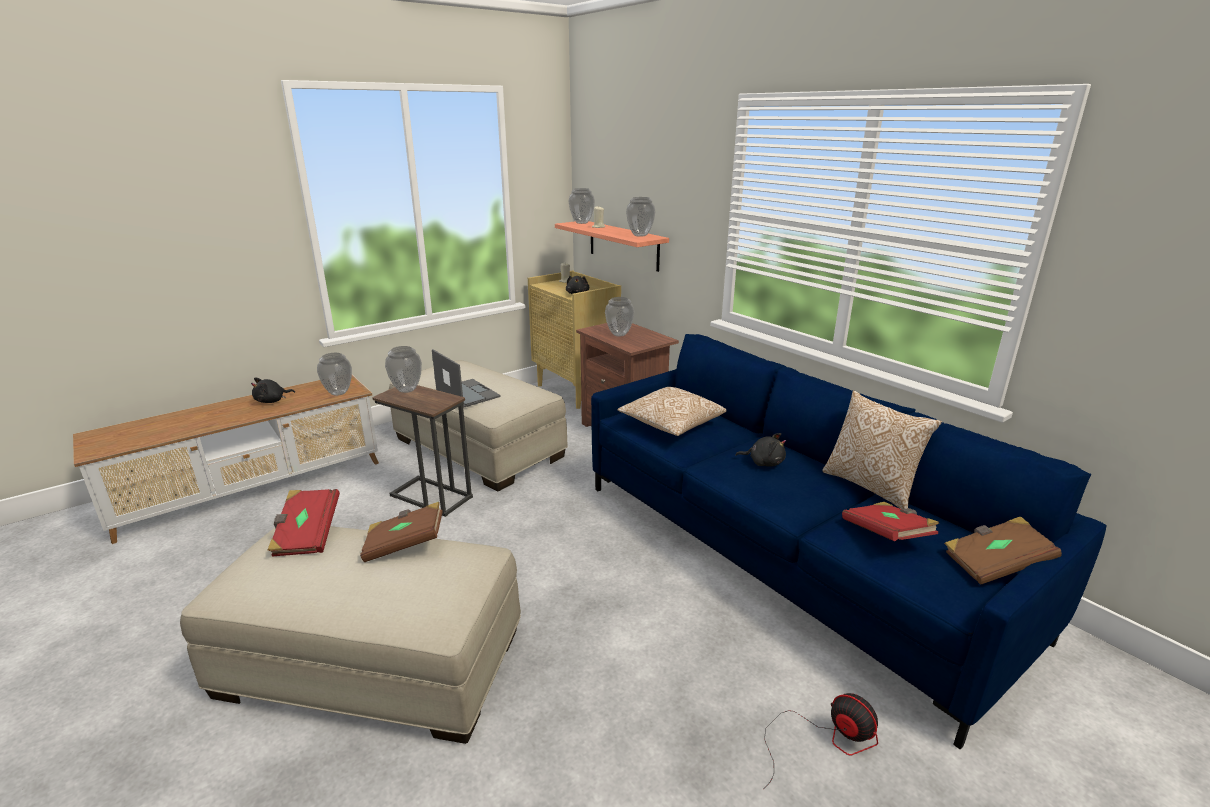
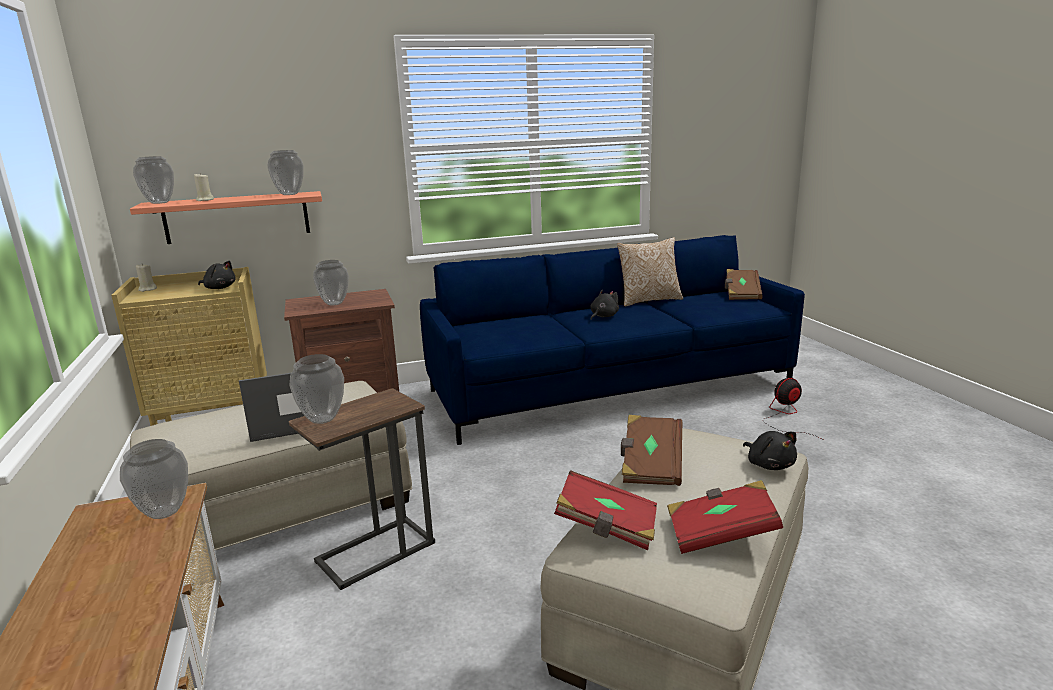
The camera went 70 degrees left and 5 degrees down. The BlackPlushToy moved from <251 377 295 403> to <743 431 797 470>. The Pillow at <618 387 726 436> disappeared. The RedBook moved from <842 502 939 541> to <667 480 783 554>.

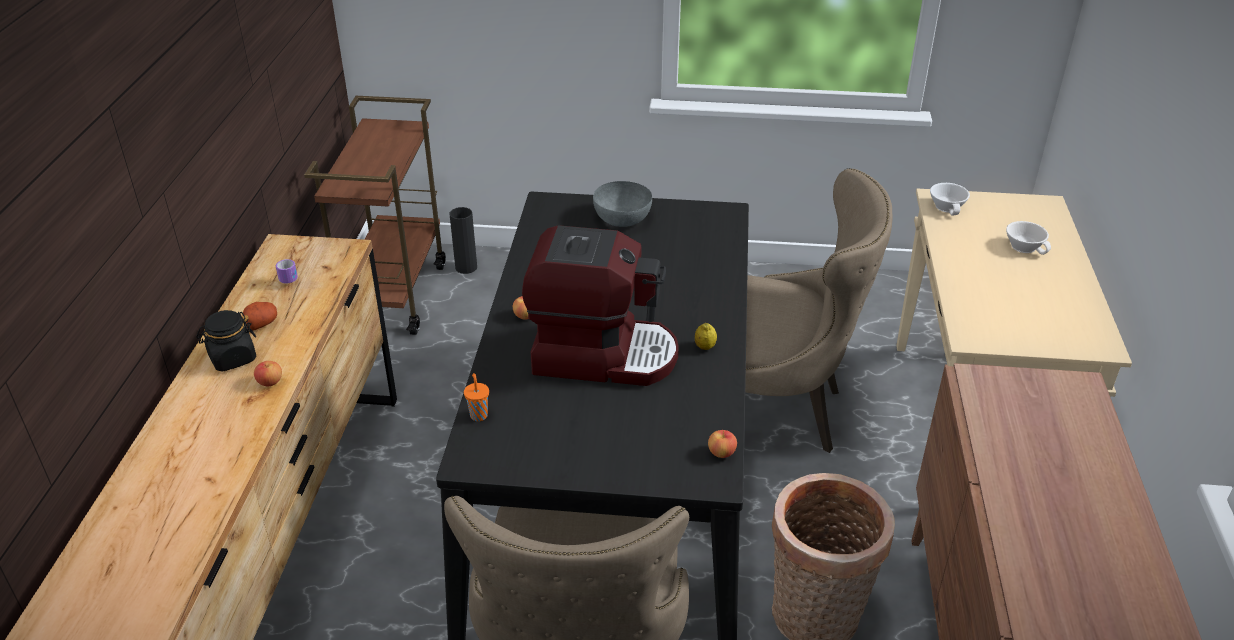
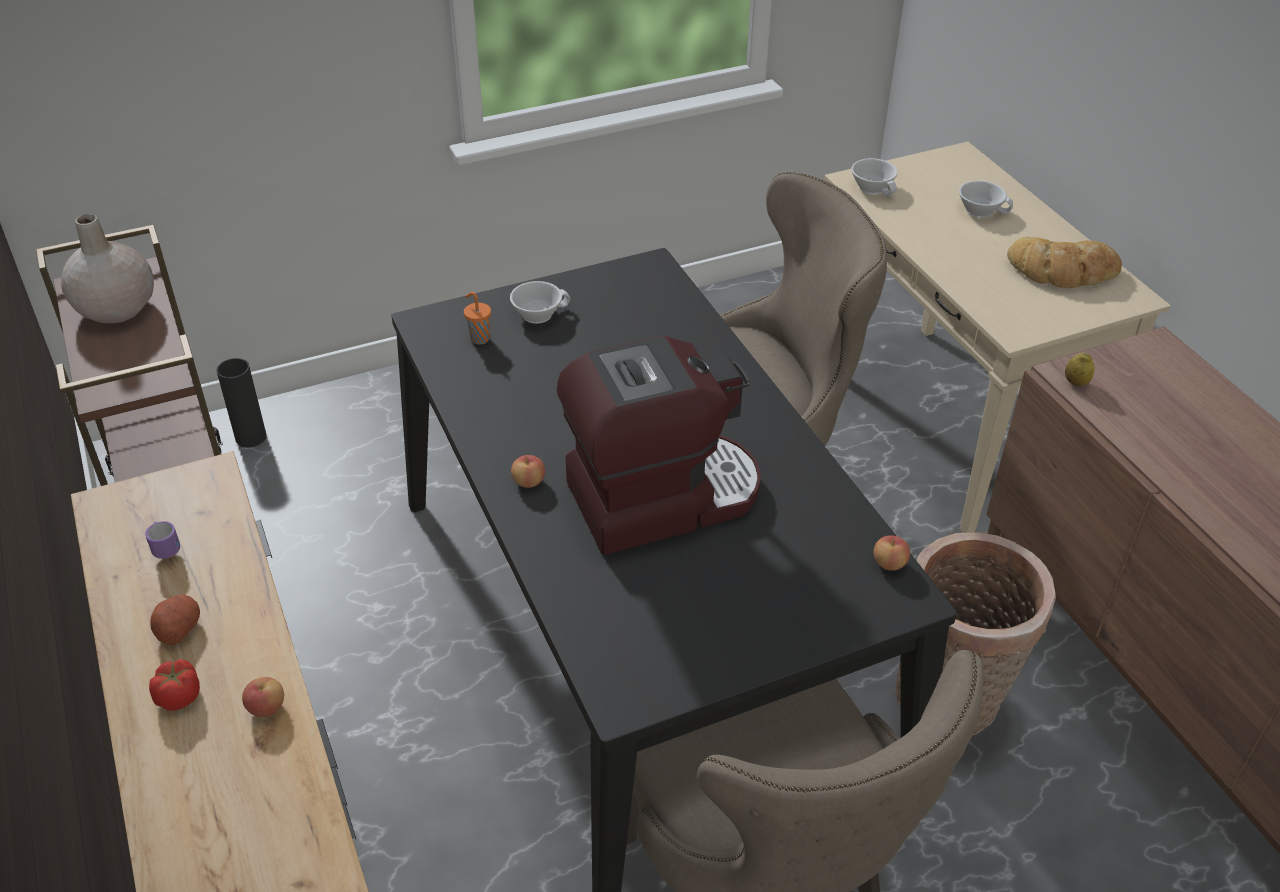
The camera went 30 degrees left and 5 degrees up. The BlackJar at <196 310 256 371> was replaced by the Tomato at <149 659 200 711>. The OrangeCup moved from <464 373 489 421> to <464 292 491 345>. The GreyBowl at <593 181 652 227> was replaced by the WhiteCup at <510 281 570 324>. The Lemon moved from <695 323 717 350> to <1065 353 1095 386>. The BeigeVase at <61 214 154 323> appeared. The Bread at <1007 237 1122 288> appeared.

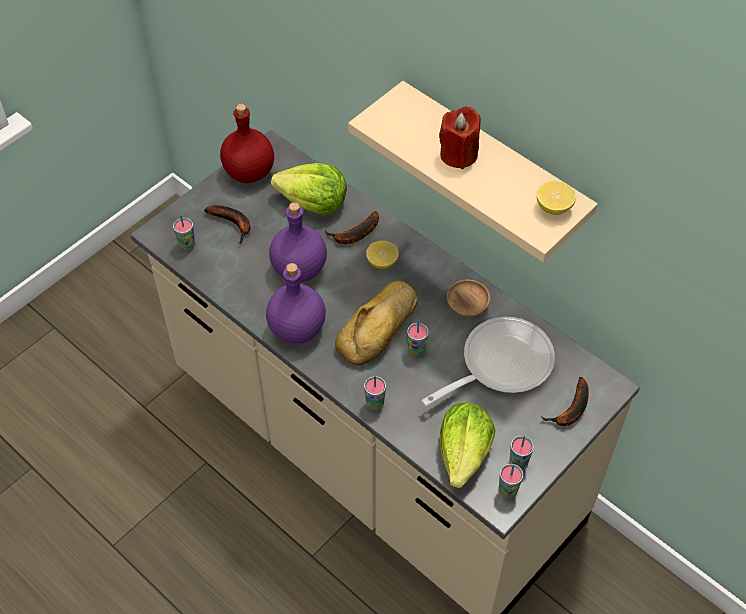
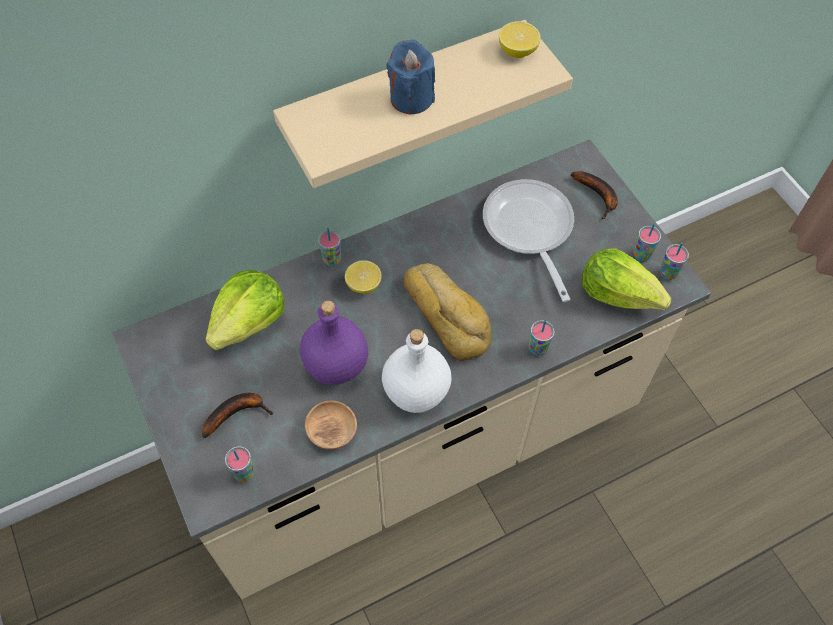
The camera went 70 degrees left and 5 degrees up. The RedBottle at <220 103 274 183> disappeared. The PurpleBottle at <266 263 326 344> became the WhiteBottle at <382 329 452 413>. The Banana at <325 211 379 244> disappeared. The Cup moved from <407 321 428 357> to <318 228 341 266>. The RedCandle at <439 106 480 169> became the BlueCandle at <387 40 435 115>. The BrownBowl moved from <447 279 490 317> to <305 400 357 450>.

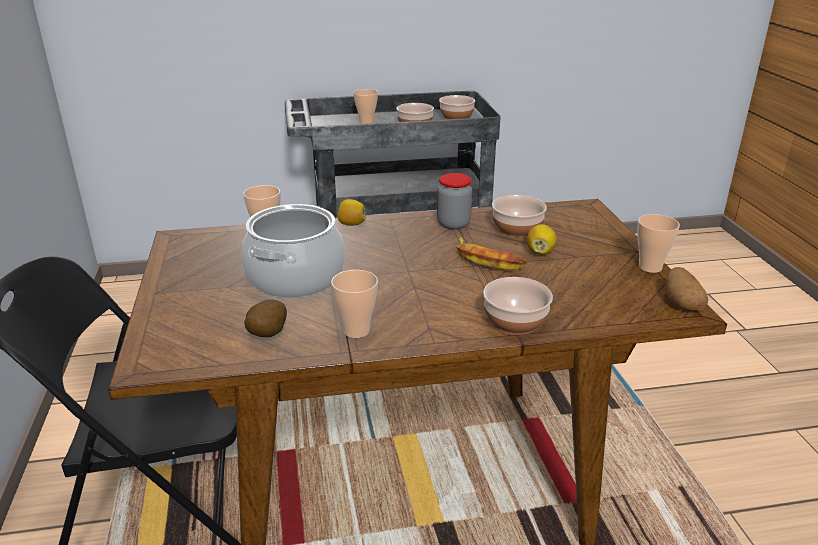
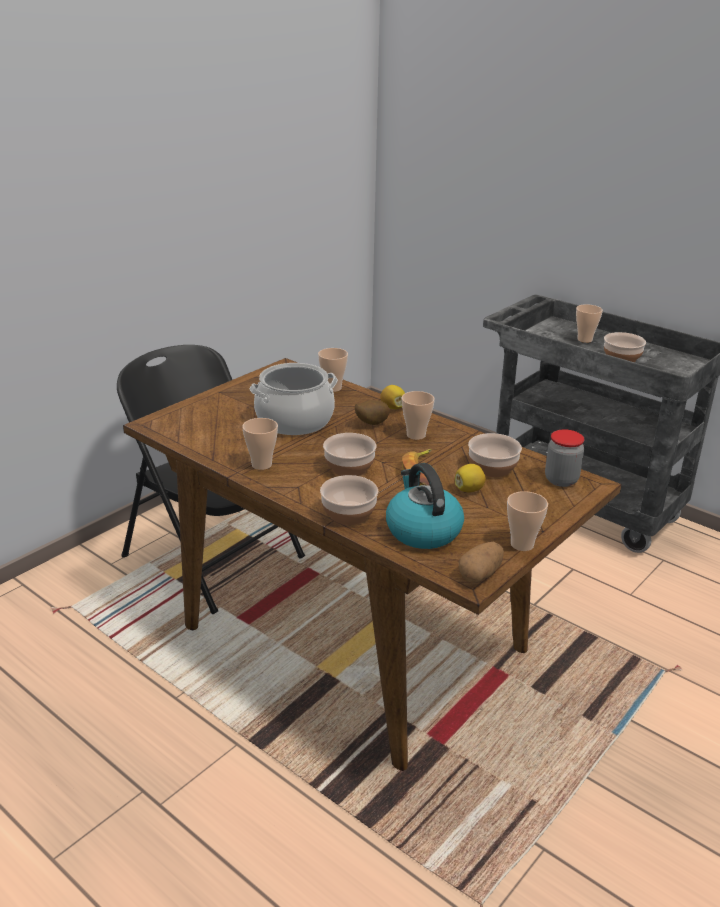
The camera went 50 degrees right and 0 degrees up. The Potato moved from <244 300 287 337> to <355 400 390 425>. The Jar moved from <437 173 472 229> to <545 429 585 487>. The Bowl moved from <439 95 475 119> to <323 433 377 476>. The Kettle at <386 463 464 549> appeared. The Cup at <402 391 435 440> appeared.

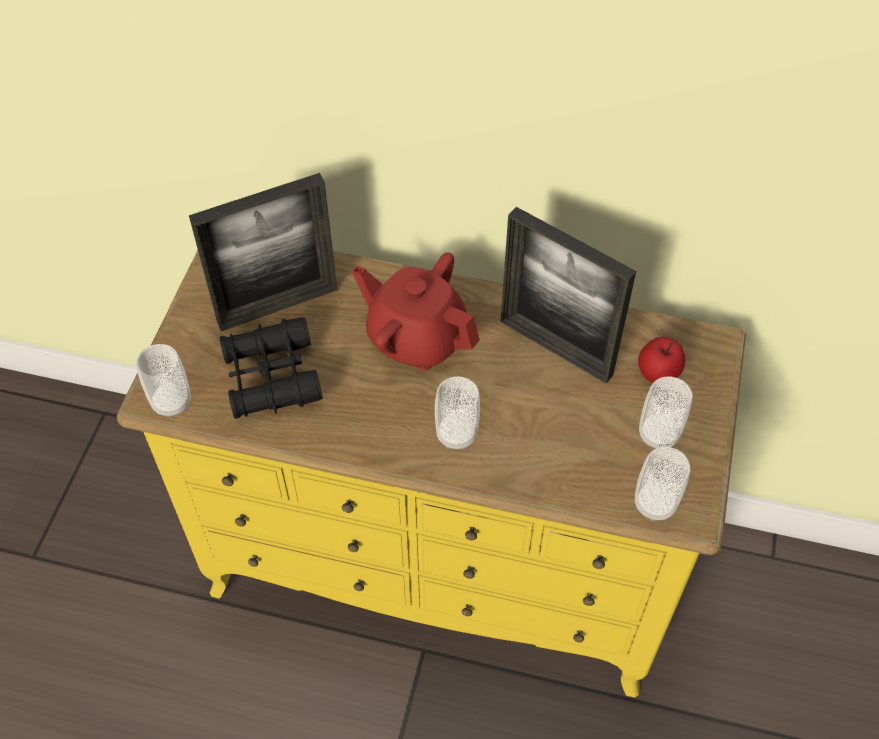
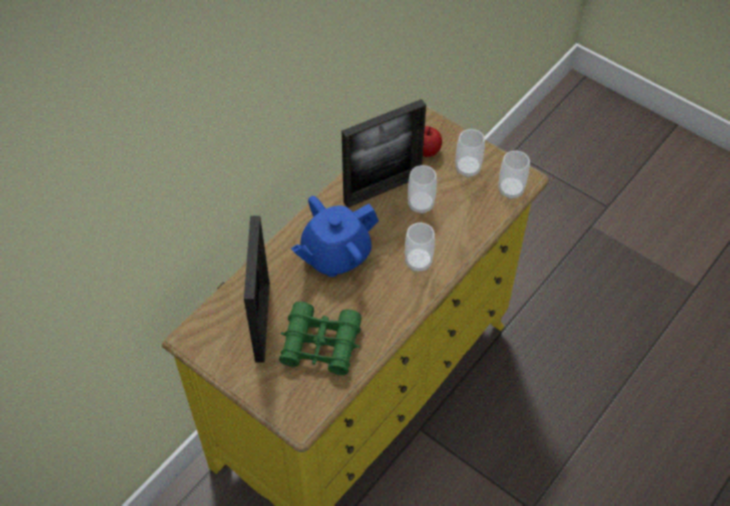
The camera went 65 degrees left and 0 degrees up. The Cup moved from <136 344 191 418> to <408 165 437 214>. The BlackBinoculars at <220 317 323 419> became the GreenBinoculars at <279 301 362 375>. The RedTeapot at <352 252 480 371> became the BlueTeapot at <291 196 379 277>.

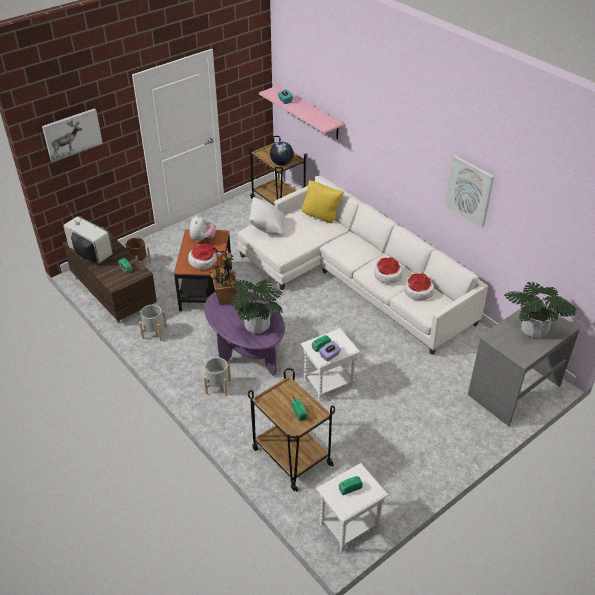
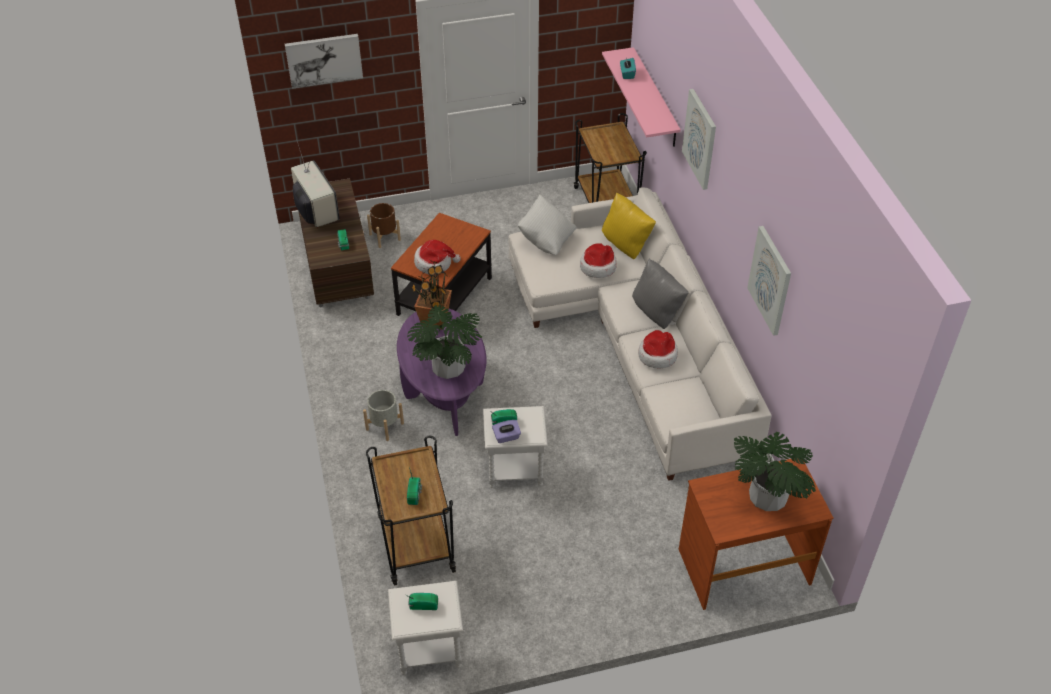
The camera went 25 degrees right and 5 degrees up. The GreyPlanter at <139 305 167 341> disappeared. The PlushToy at <190 214 216 242> disappeared. The Globe at <270 141 294 166> disappeared. The Hat moved from <405 273 434 300> to <580 243 617 278>. The GreyDesk at <468 305 580 426> became the BrownDesk at <679 459 834 610>. The GreyPillow at <632 259 689 329> appeared. The Picture at <682 89 716 190> appeared.

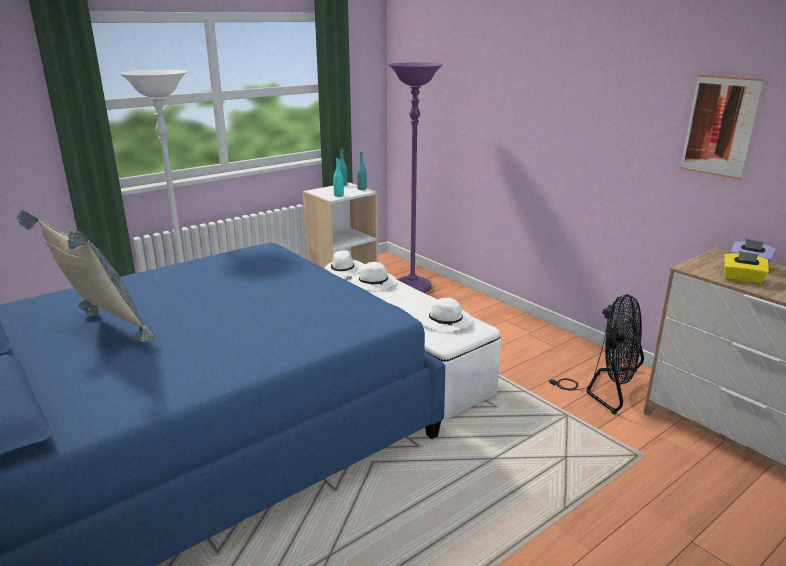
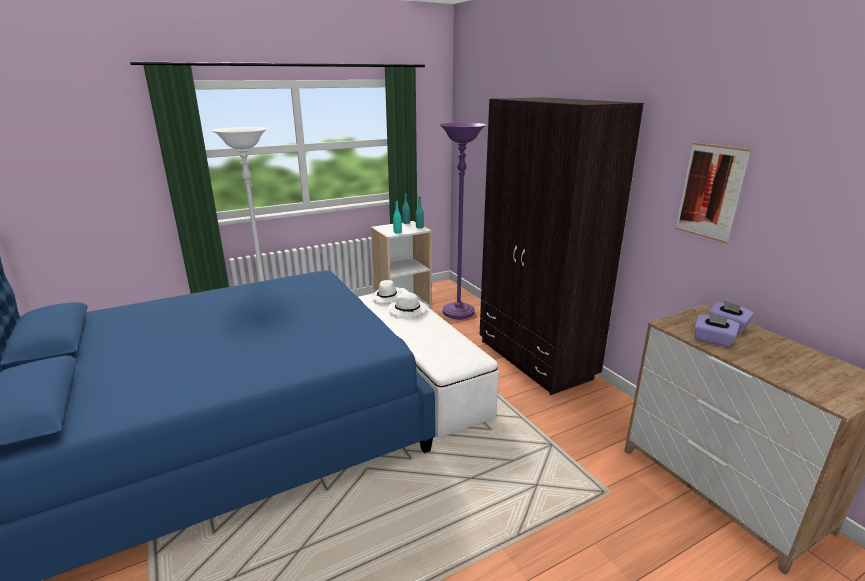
The camera went 10 degrees right and 0 degrees up. The Pillow at <17 210 157 342> disappeared. The WhiteHat at <420 298 472 333> disappeared. The BlackFan at <549 294 644 415> disappeared. The YellowTissueBox at <724 251 769 285> became the PurpleTissueBox at <694 314 740 347>. The BrownWardrobe at <480 97 644 395> appeared.

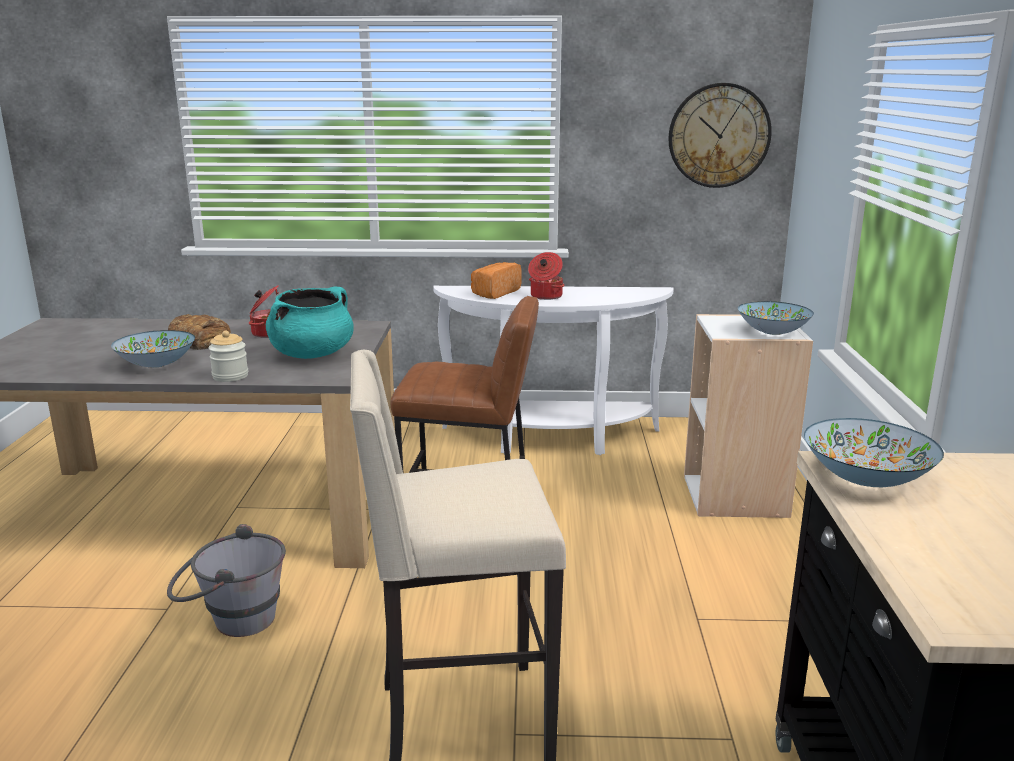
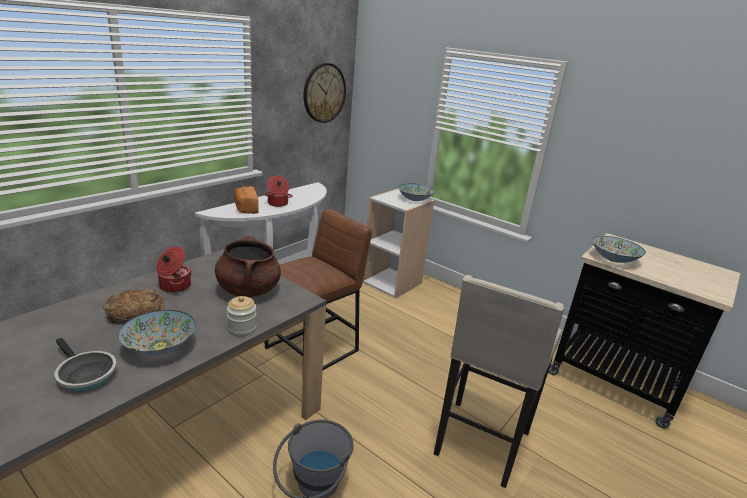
The camera went 55 degrees left and 5 degrees up. The TurquoiseCookingPot at <266 287 354 359> became the BrownCookingPot at <215 235 281 297>. The FryingPan at <55 338 117 392> appeared.

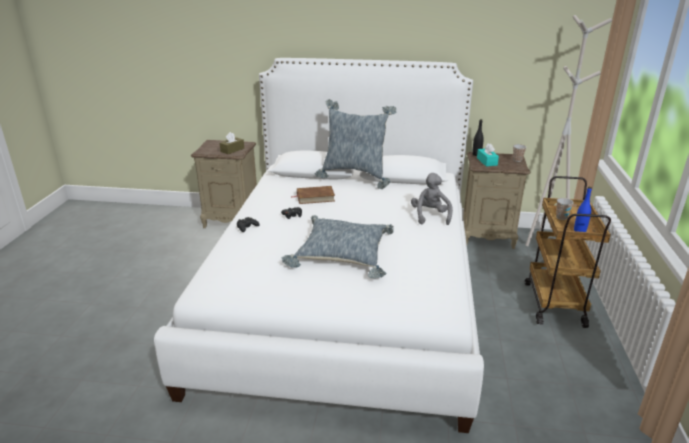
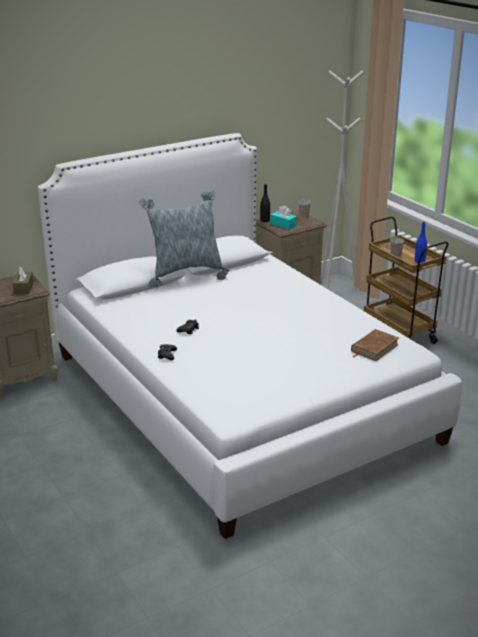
The camera went 40 degrees left and 0 degrees up. The Pillow at <282 215 394 278> disappeared. The BrownBook moved from <293 186 335 204> to <351 329 399 361>. The GreyPlushToy at <411 173 453 225> disappeared.

